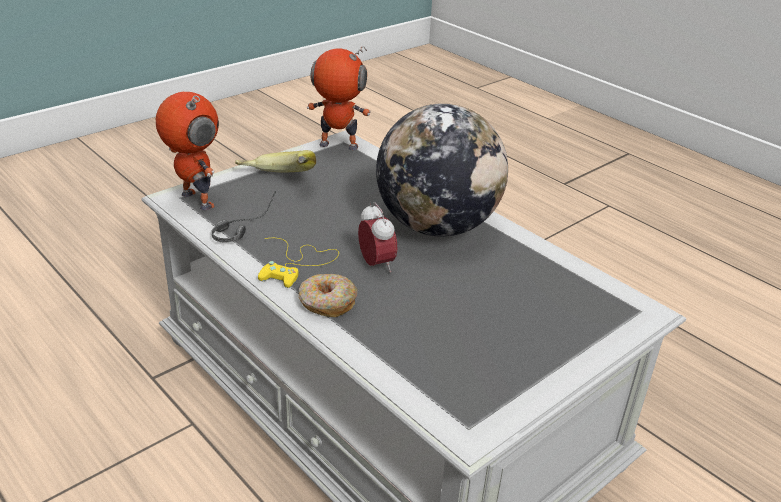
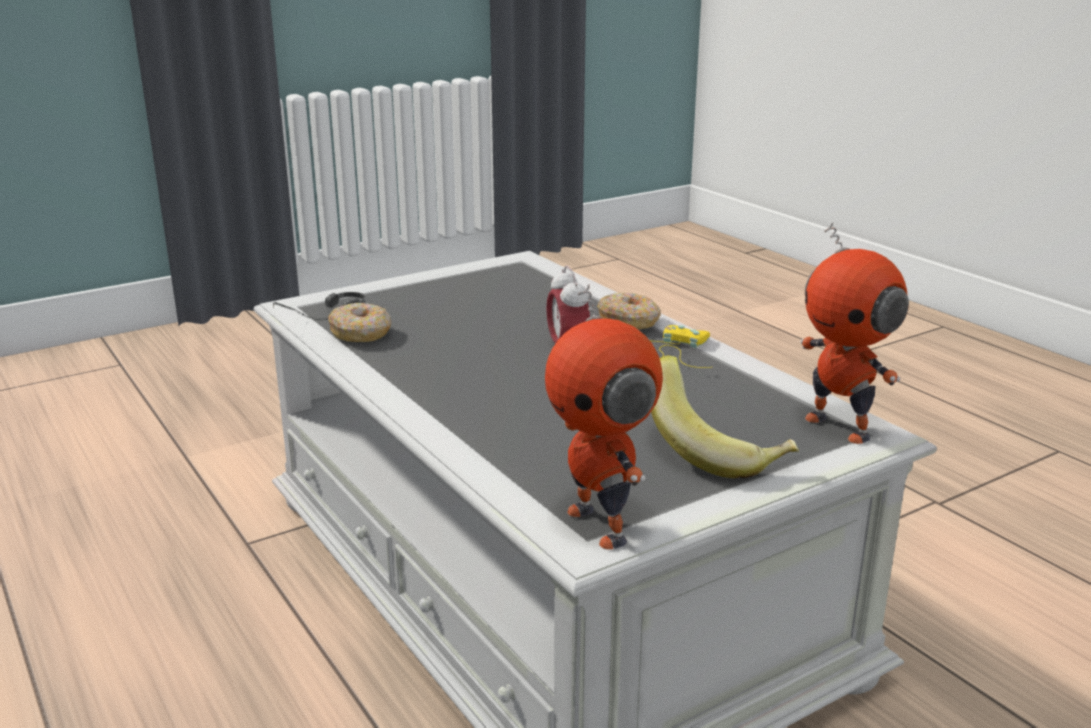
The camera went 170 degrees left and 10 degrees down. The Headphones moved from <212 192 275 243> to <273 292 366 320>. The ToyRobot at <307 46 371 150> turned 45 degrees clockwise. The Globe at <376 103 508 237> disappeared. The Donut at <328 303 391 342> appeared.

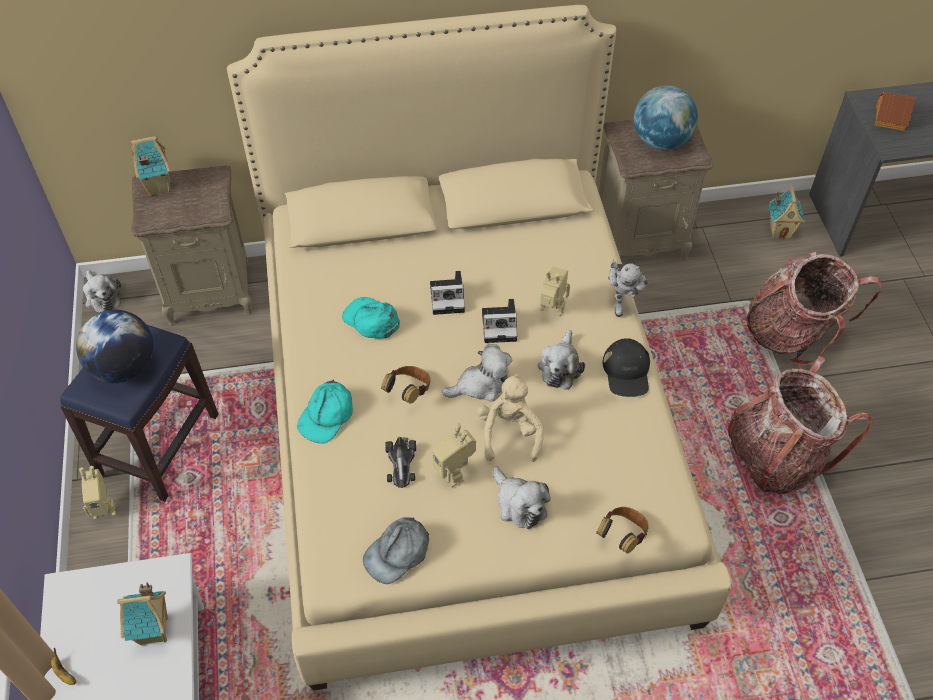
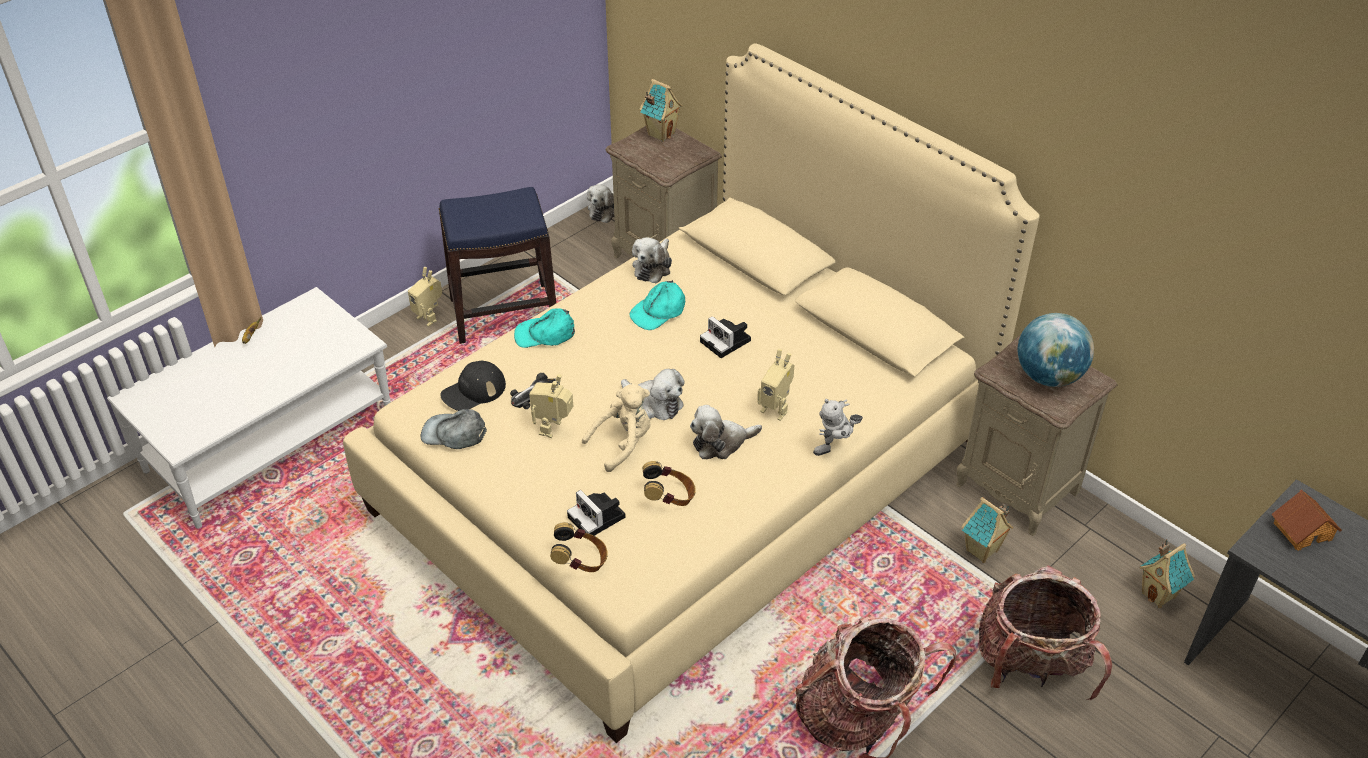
The camera went 55 degrees right and 10 degrees down. The Globe at <76 310 154 383> disappeared. The ToyHouse moved from <117 582 168 645> to <962 497 1014 563>. The TurquoiseCap at <342 297 400 338> turned 135 degrees counterclockwise. The Headphones moved from <381 366 431 404> to <643 461 696 506>. The PhotoCamera moved from <482 299 517 343> to <567 490 626 536>. The PlushToy moved from <493 466 551 529> to <632 237 672 284>. The ToyRobot at <540 266 570 317> turned 135 degrees clockwise. The BlackCap moved from <603 338 650 397> to <440 361 506 411>.

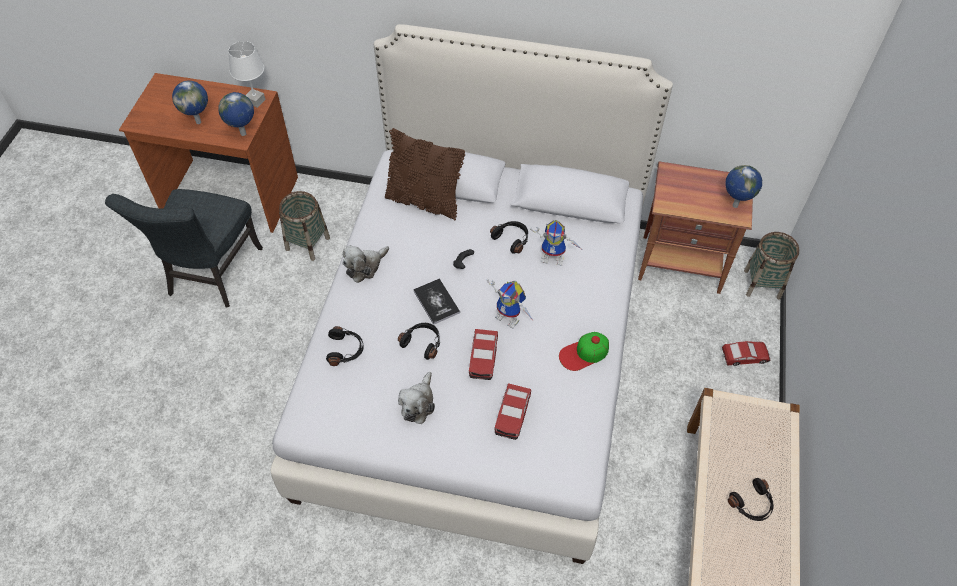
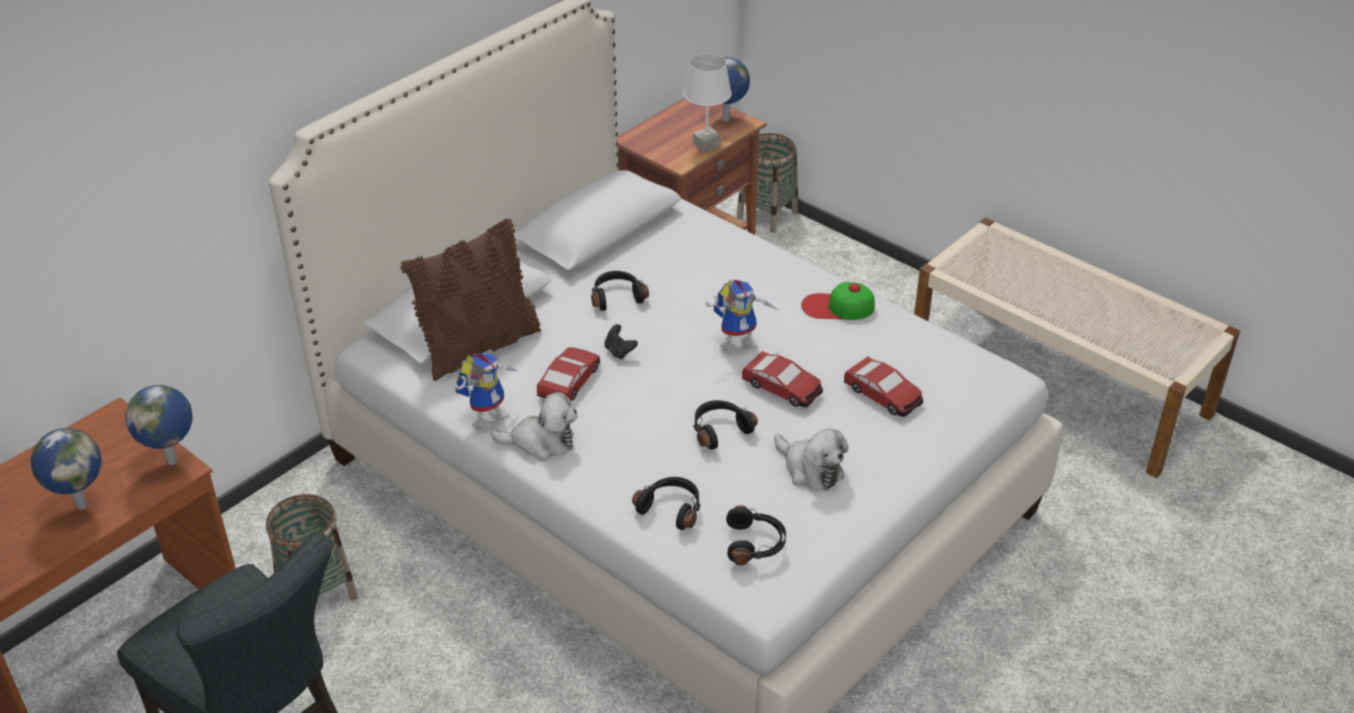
The camera went 60 degrees left and 15 degrees down. The WhiteTableLamp moved from <228 41 265 108> to <683 53 732 152>. The PlushToy at <342 245 389 283> turned 75 degrees counterclockwise. The Book at <413 279 460 325> disappeared. The ToyRobot moved from <530 220 581 265> to <455 353 518 433>. The Cap at <559 332 609 371> turned 90 degrees clockwise. The ToyCar moved from <722 341 770 366> to <537 347 600 401>. The BlackHeadphones moved from <728 478 774 521> to <726 505 786 565>.

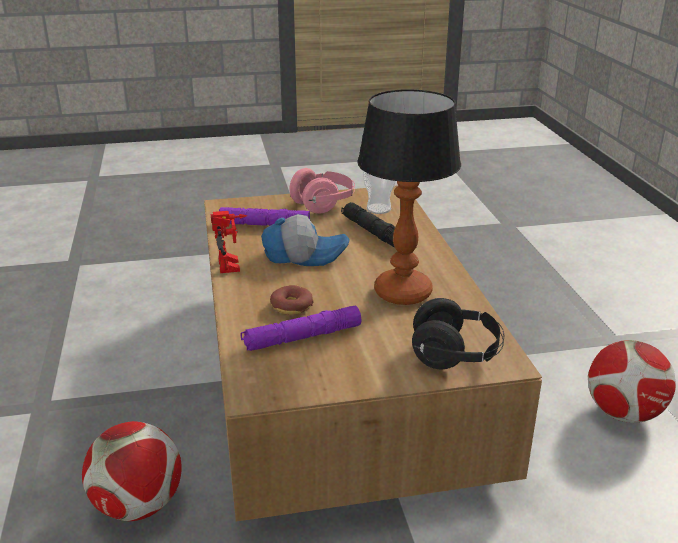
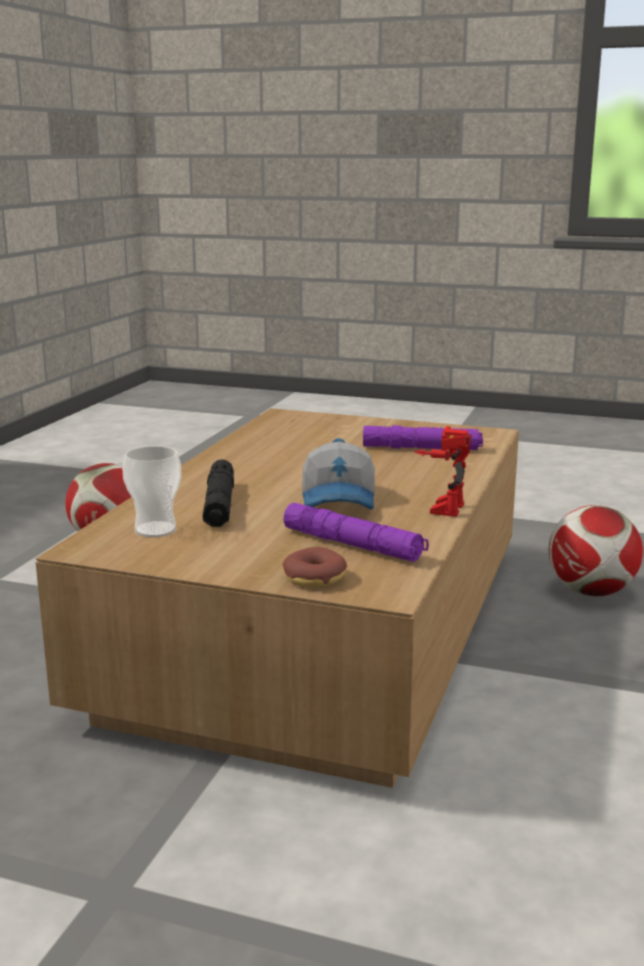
The camera went 150 degrees left and 10 degrees down. The Cap at <261 214 350 266> turned 120 degrees counterclockwise. The Donut moved from <270 285 313 315> to <283 547 347 588>. The PinkHeadphones at <289 168 355 213> disappeared. The TableLamp at <357 89 461 305> disappeared. The BlackHeadphones at <412 298 504 370> disappeared.

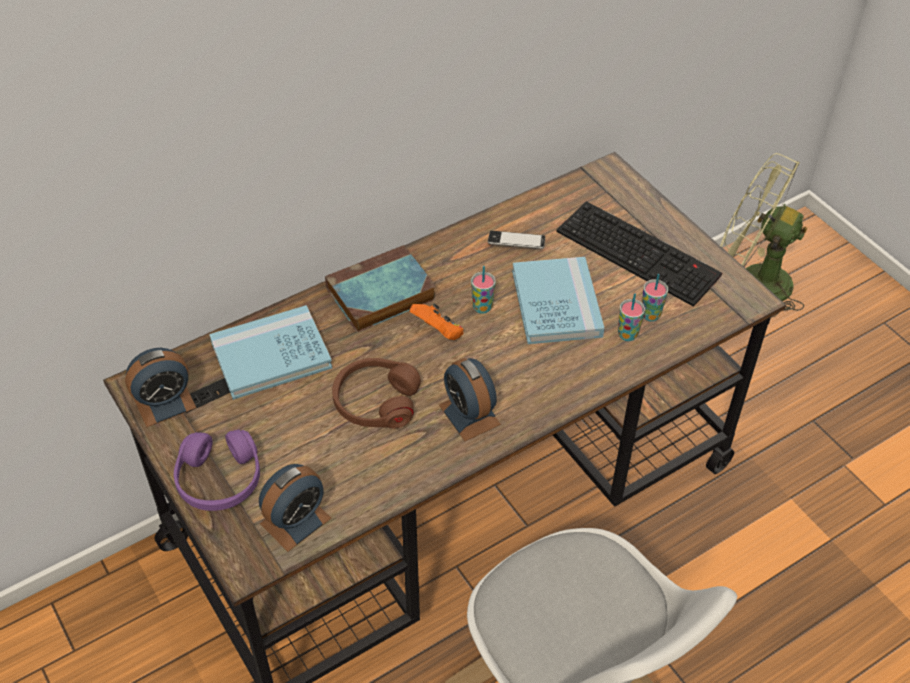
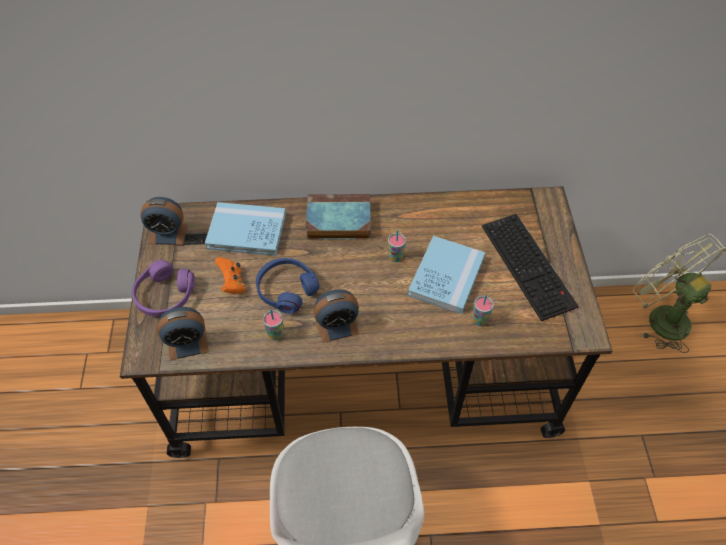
The camera went 30 degrees right and 5 degrees up. The BrownHeadphones at <332 358 421 429> became the BlueHeadphones at <256 258 320 314>. The OrangeGameController moved from <410 304 464 340> to <215 257 246 294>. The AlarmClock at <439 358 501 441> turned 105 degrees counterclockwise. The Phone at <488 231 545 249> disappeared. The Cup moved from <642 274 668 321> to <263 309 284 340>.

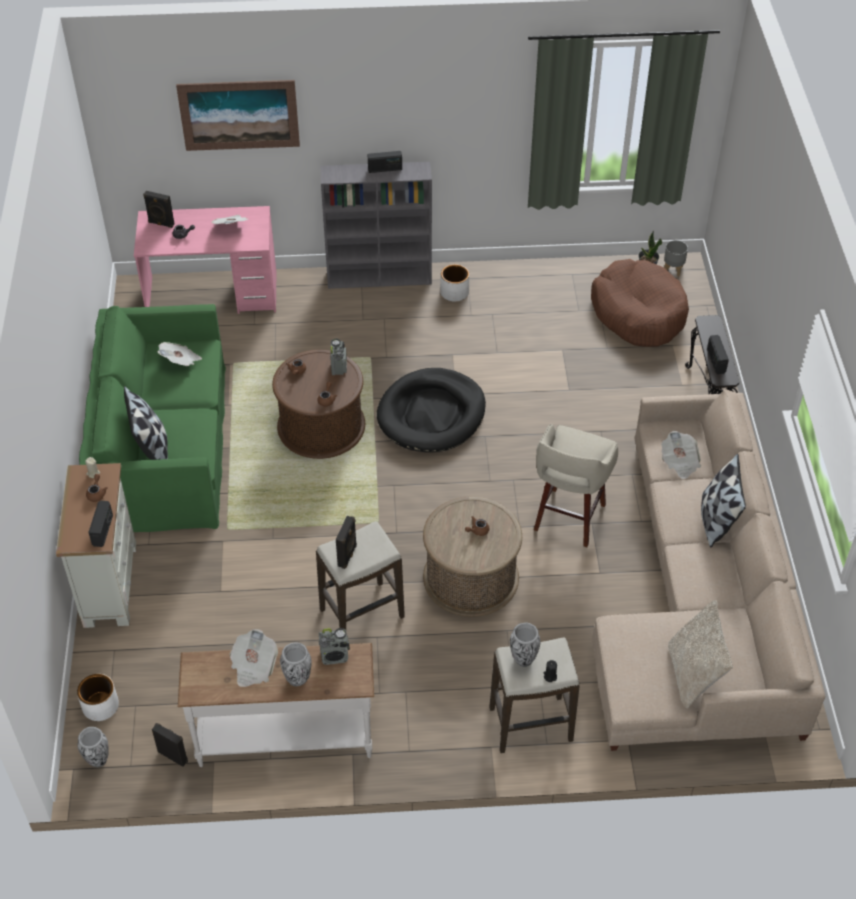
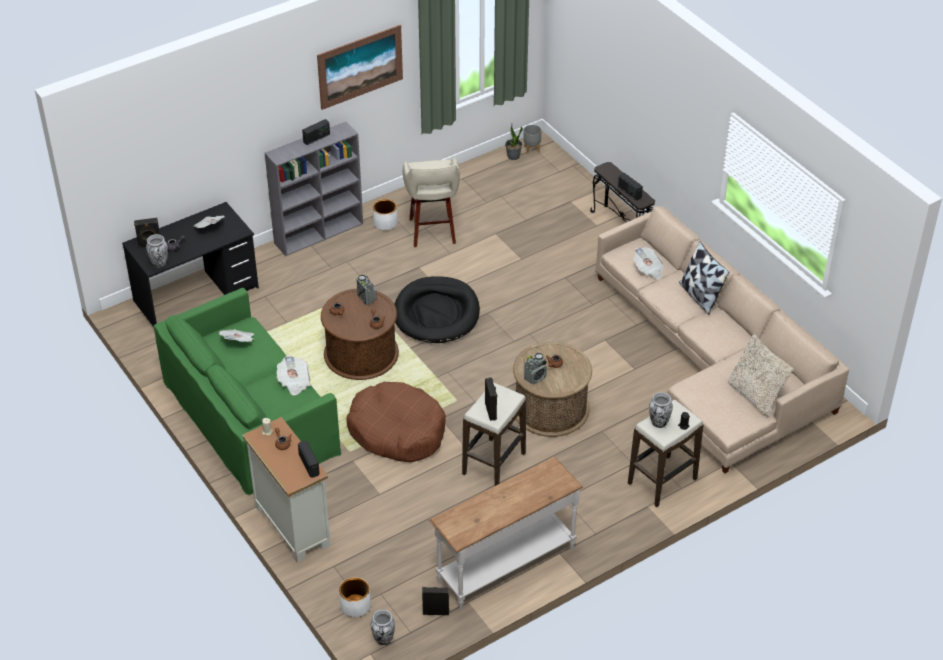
The camera went 30 degrees left and 5 degrees down. The Pillow at <124 386 168 460> disappeared. The PinkDesk at <134 206 276 314> became the BlackDesk at <122 202 259 327>. The Picture moved from <176 80 300 151> to <317 25 403 110>. The Newspaper moved from <229 629 278 687> to <277 355 311 396>. The Vase moved from <280 642 312 686> to <146 234 168 268>. The Radio moved from <319 628 350 665> to <524 353 547 384>. The BeigeStool moved from <534 424 618 547> to <403 158 460 247>. The BrownDogBed moved from <591 259 689 347> to <346 382 446 462>.

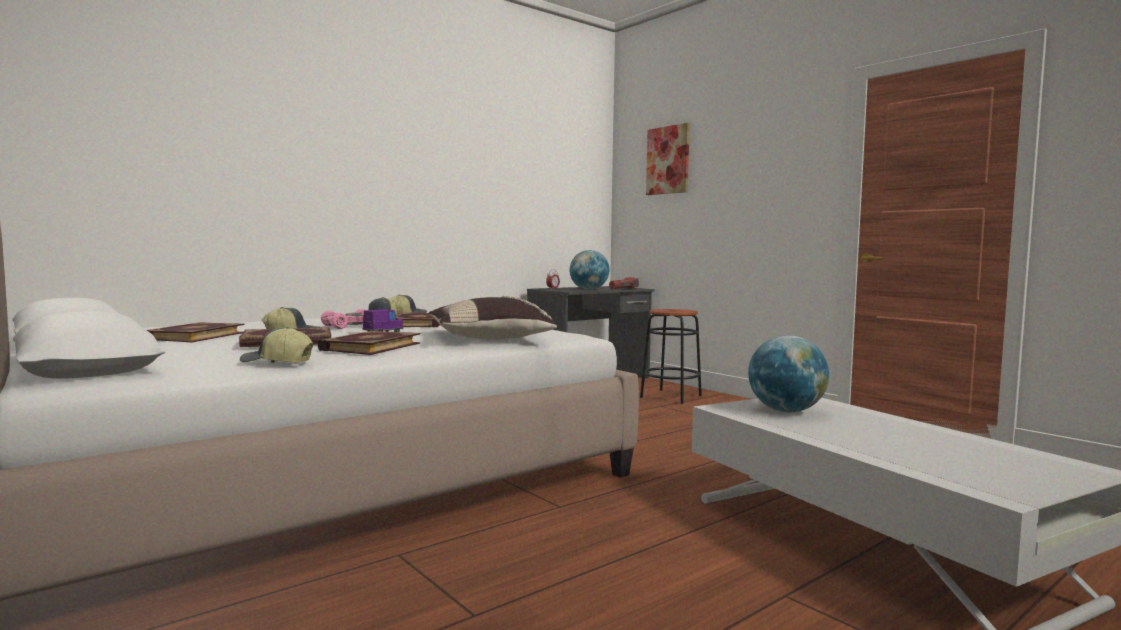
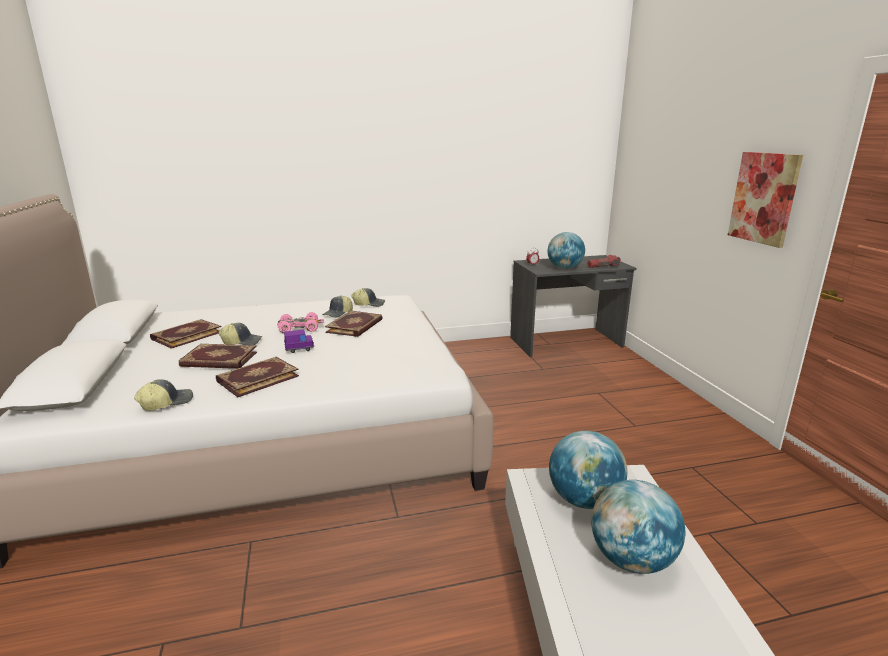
The camera went 25 degrees right and 15 degrees up. The Cap at <240 327 313 363> turned 105 degrees clockwise. The Pillow at <428 296 558 340> disappeared. The BlackStool at <640 309 702 404> disappeared. The Picture moved from <646 123 690 195> to <728 152 803 248>. The Globe at <591 480 685 574> appeared.

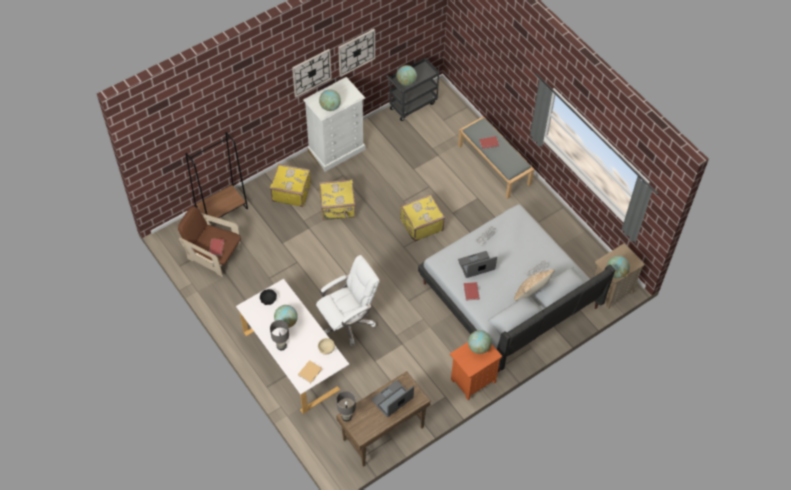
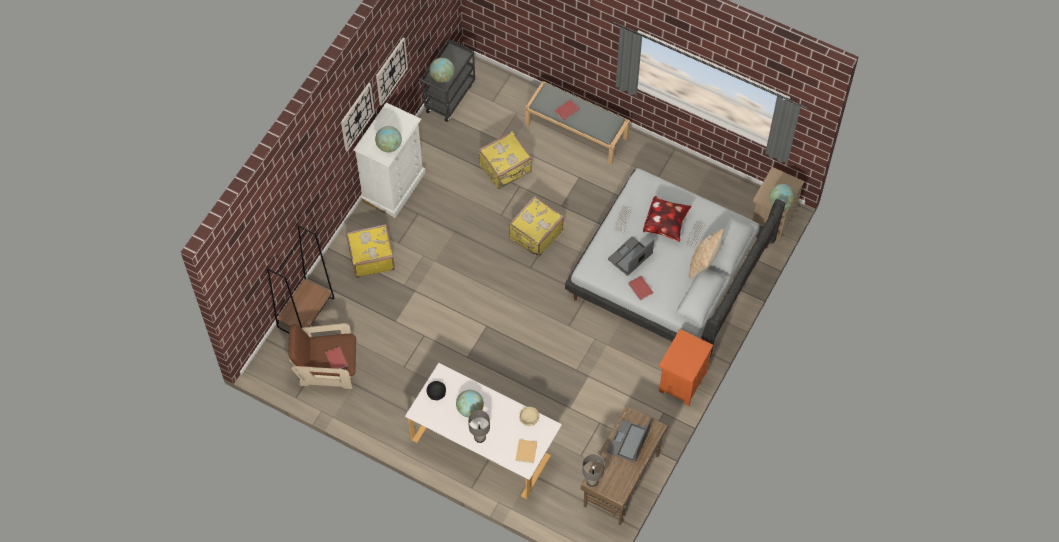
The camera went 25 degrees left and 5 degrees up. The WhiteOfficeChair at <316 255 380 346> disappeared. The YellowSuitcase moved from <319 179 356 220> to <478 131 532 189>. The Globe at <468 330 492 354> disappeared. The Pillow at <643 196 691 242> appeared.

